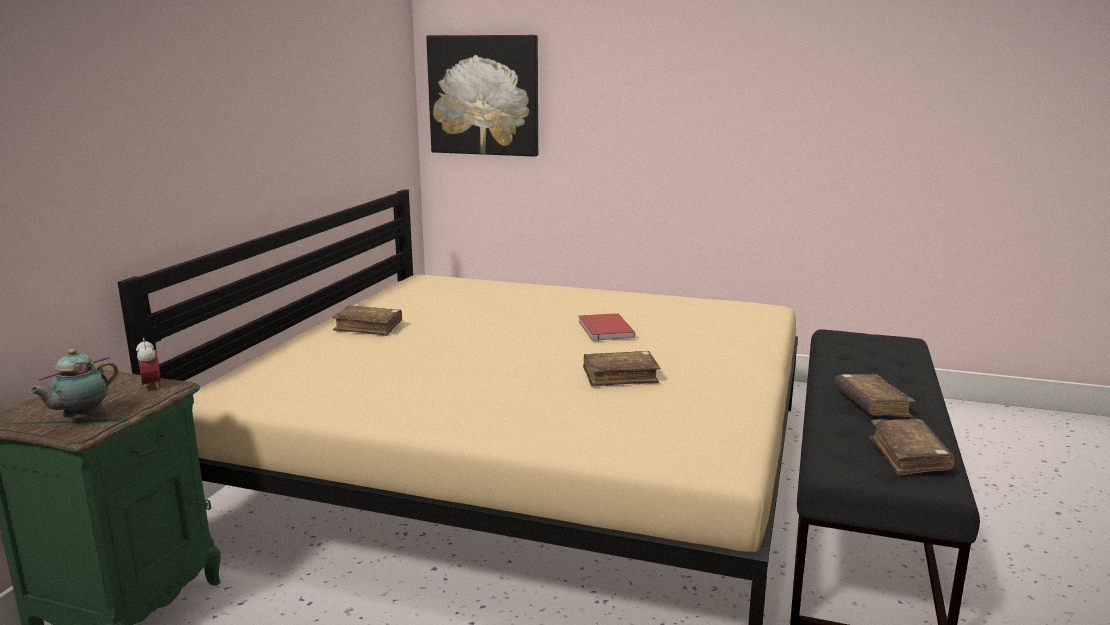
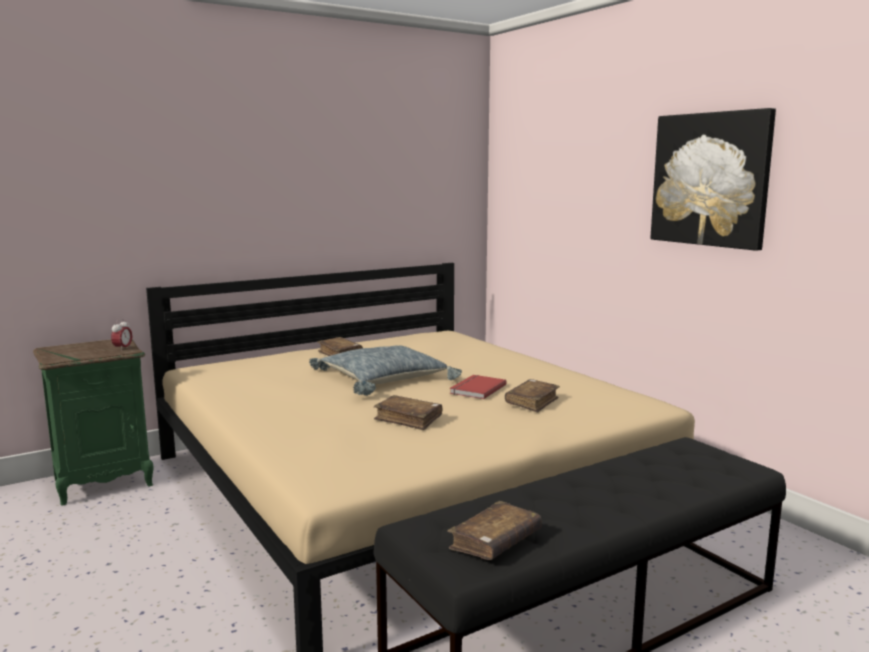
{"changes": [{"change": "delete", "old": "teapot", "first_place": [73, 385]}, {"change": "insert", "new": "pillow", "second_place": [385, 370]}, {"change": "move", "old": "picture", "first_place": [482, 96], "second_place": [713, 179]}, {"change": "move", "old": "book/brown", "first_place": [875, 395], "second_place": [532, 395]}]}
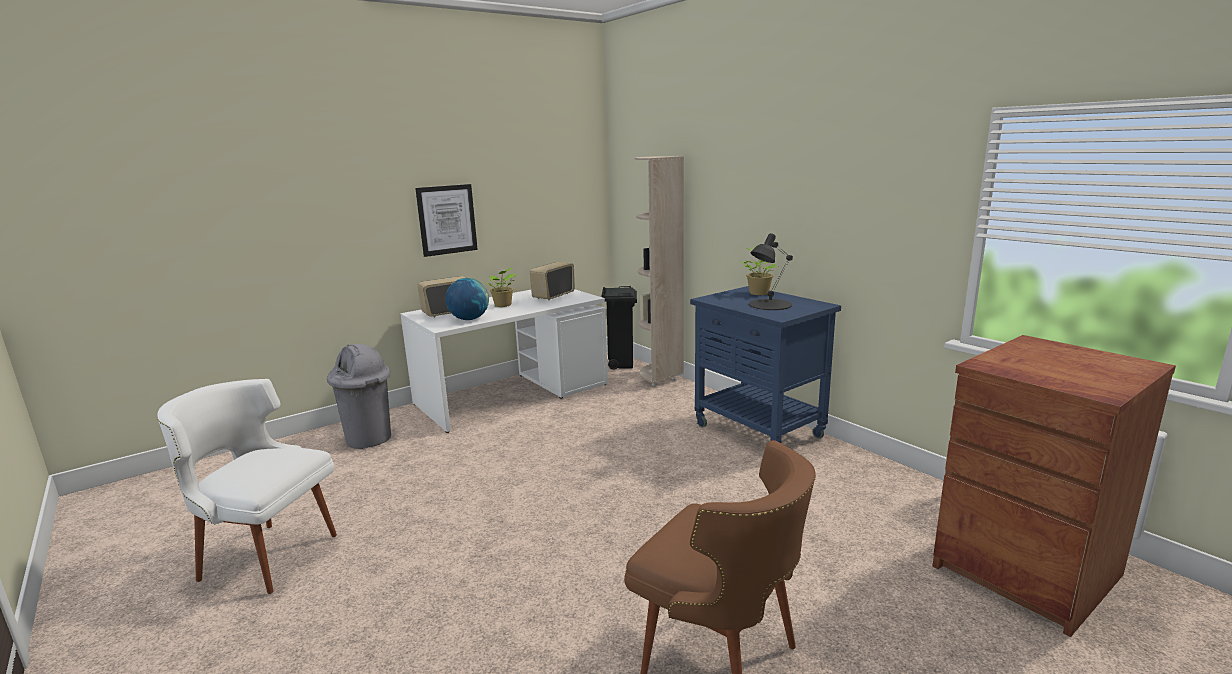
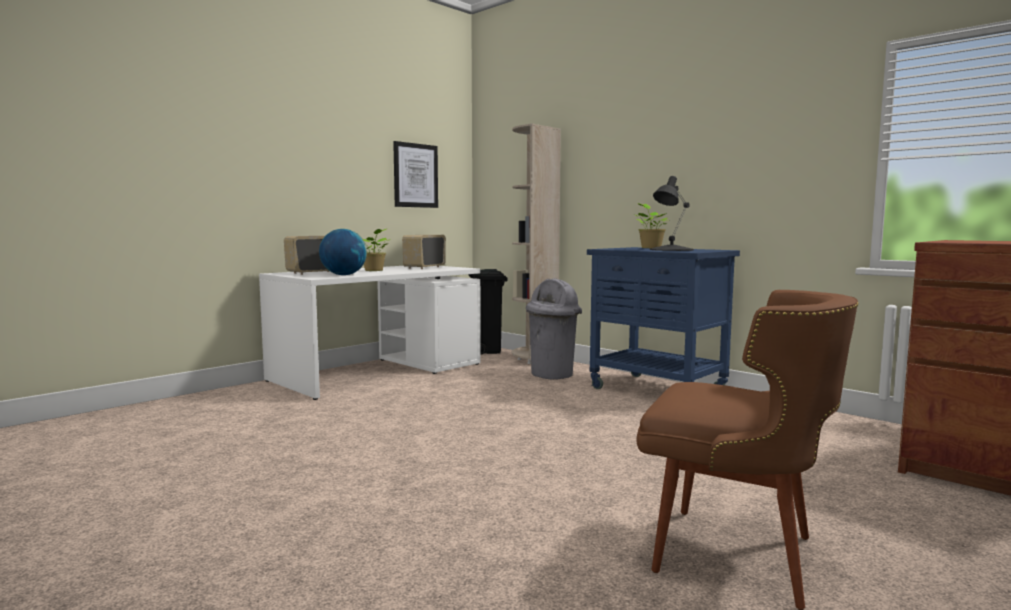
{"changes": [{"change": "delete", "old": "chair/white", "first_place": [247, 486]}, {"change": "move", "old": "trash can/grey", "first_place": [359, 396], "second_place": [554, 329]}, {"change": "move", "old": "picture", "first_place": [446, 220], "second_place": [415, 174]}]}
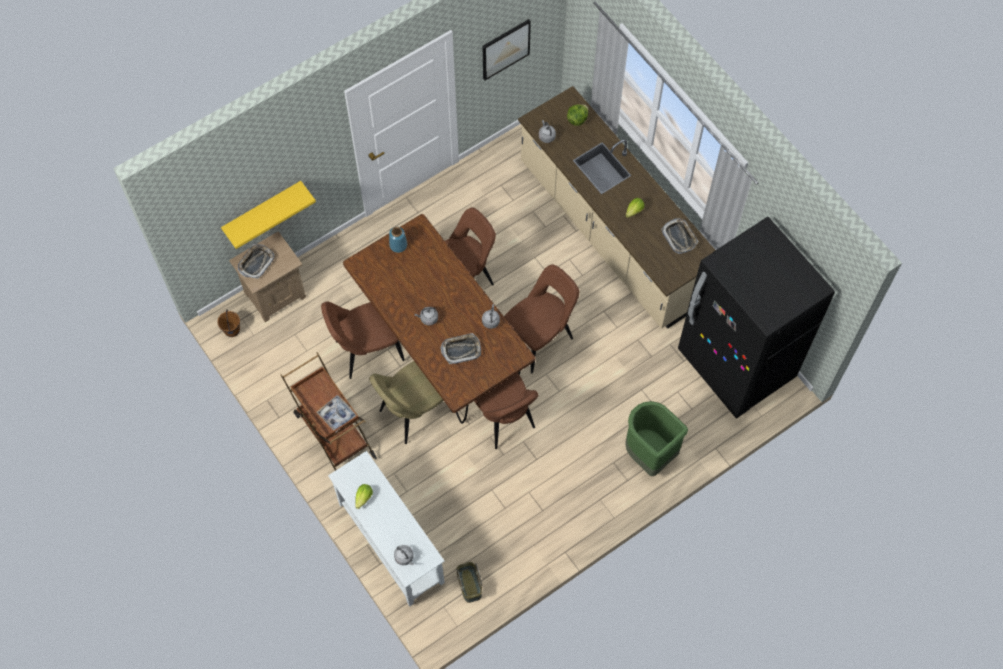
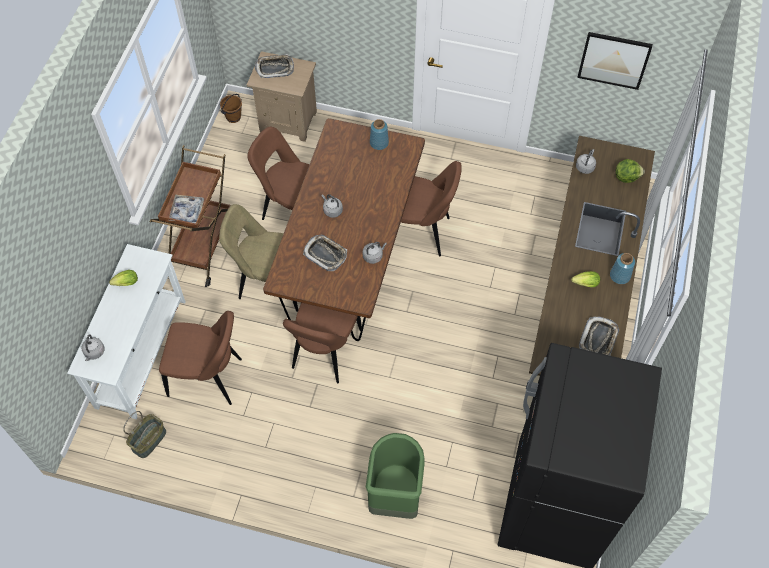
{"changes": [{"change": "delete", "old": "shelf/yellow", "first_place": [268, 215]}, {"change": "insert", "new": "vase/blue", "second_place": [622, 268]}, {"change": "move", "old": "chair/brown", "first_place": [541, 318], "second_place": [200, 358]}]}
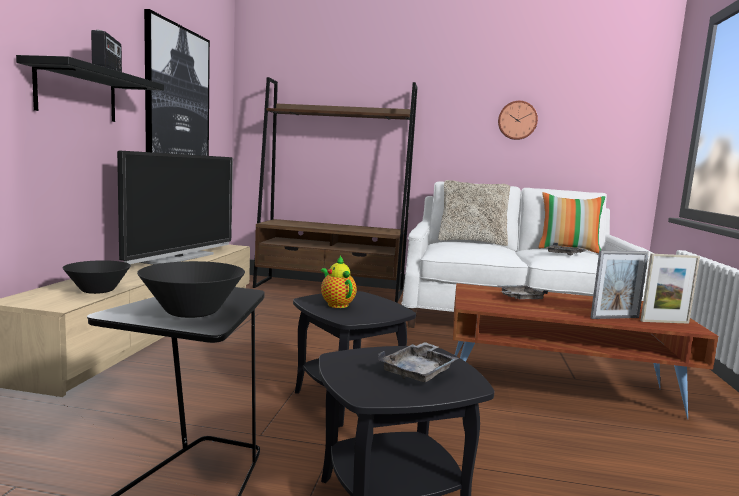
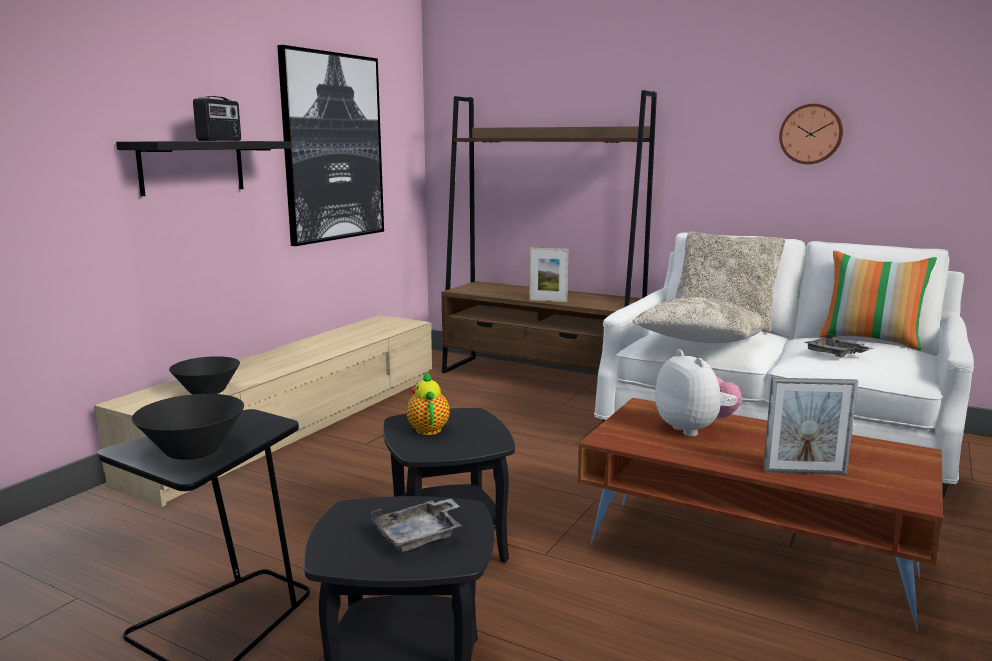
{"changes": [{"change": "delete", "old": "television", "first_place": [175, 207]}, {"change": "insert", "new": "pillow/beige", "second_place": [699, 320]}, {"change": "move", "old": "picture frame", "first_place": [670, 288], "second_place": [548, 275]}, {"change": "replace", "old": "tray/grey", "new": "plush toy", "first_place": [523, 292], "second_place": [698, 393]}]}
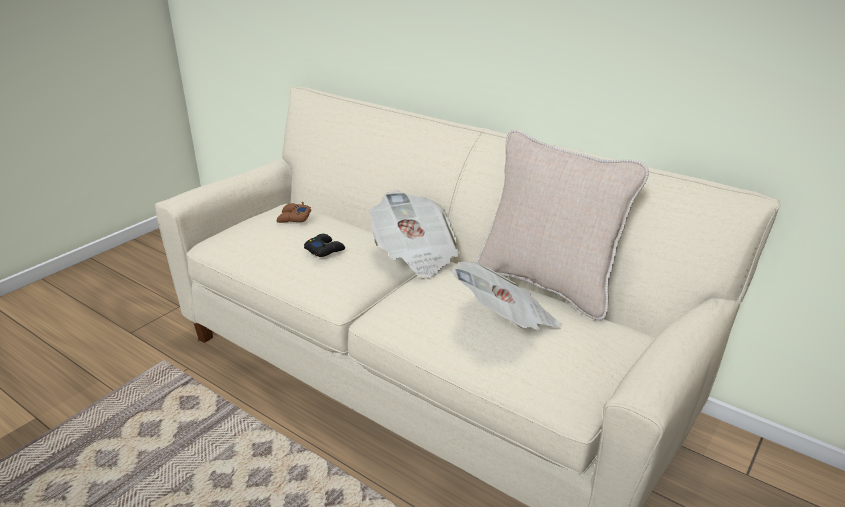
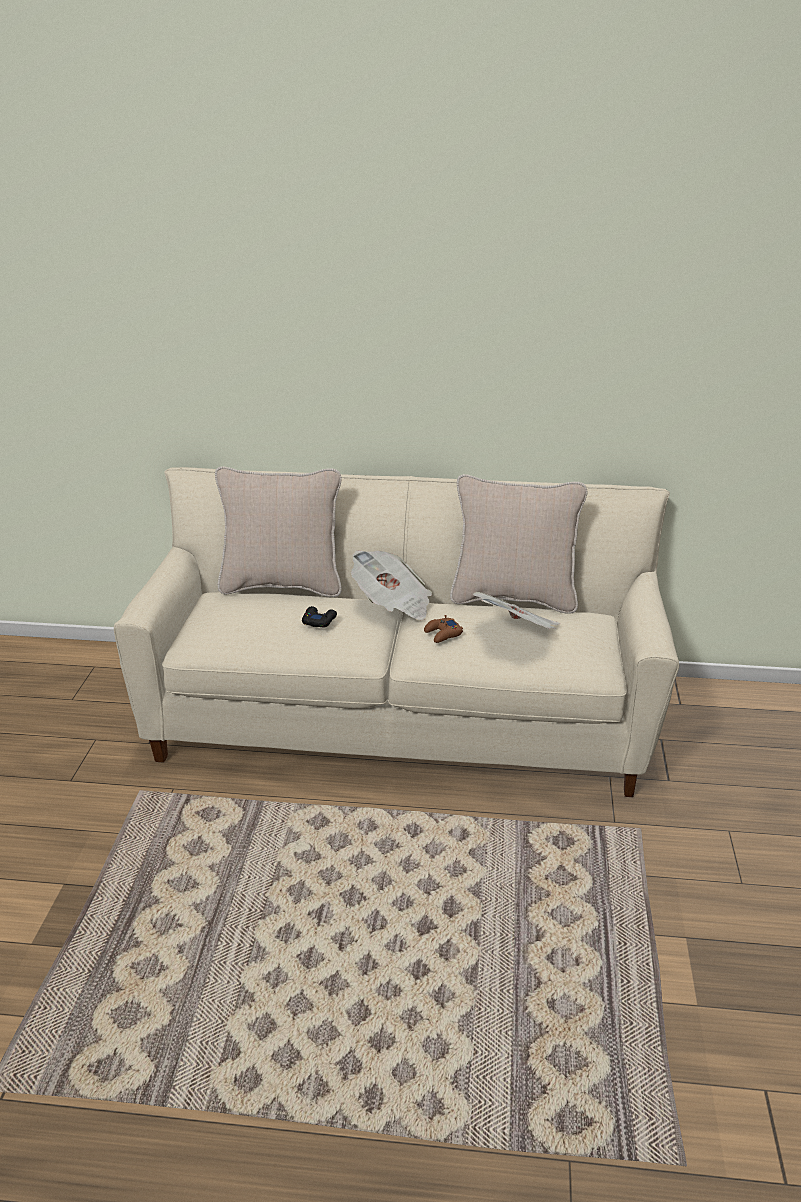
{"changes": [{"change": "insert", "new": "pillow/beige", "second_place": [278, 531]}, {"change": "move", "old": "game controller/brown", "first_place": [294, 212], "second_place": [443, 629]}]}
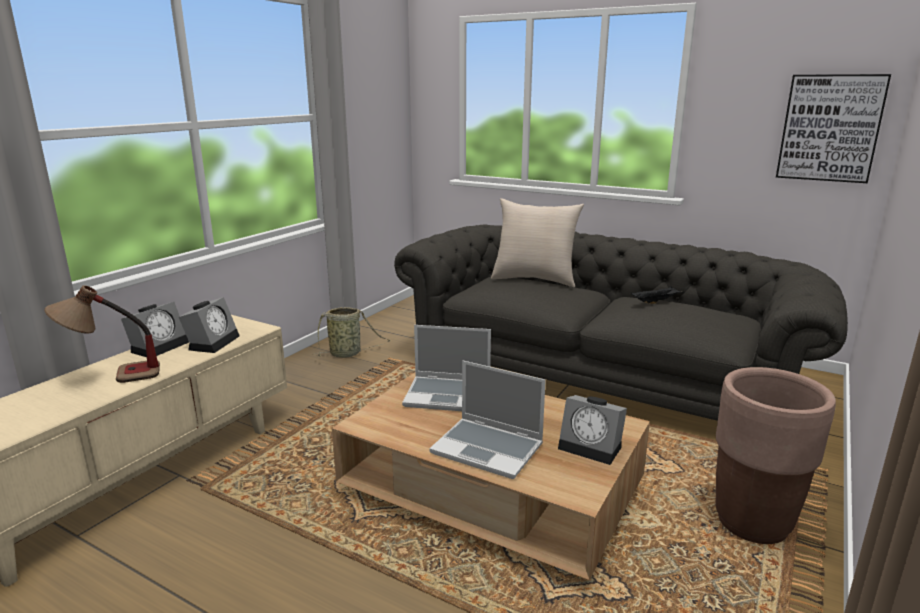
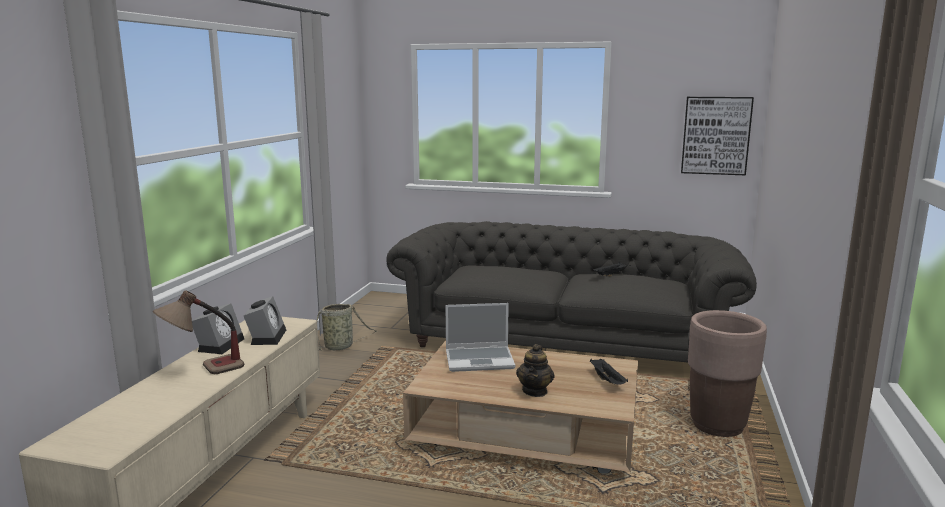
{"changes": [{"change": "delete", "old": "pillow/beige", "first_place": [537, 242]}, {"change": "replace", "old": "laptop", "new": "teapot", "first_place": [487, 420], "second_place": [535, 370]}, {"change": "replace", "old": "alarm clock", "new": "tray/black", "first_place": [592, 430], "second_place": [609, 372]}]}
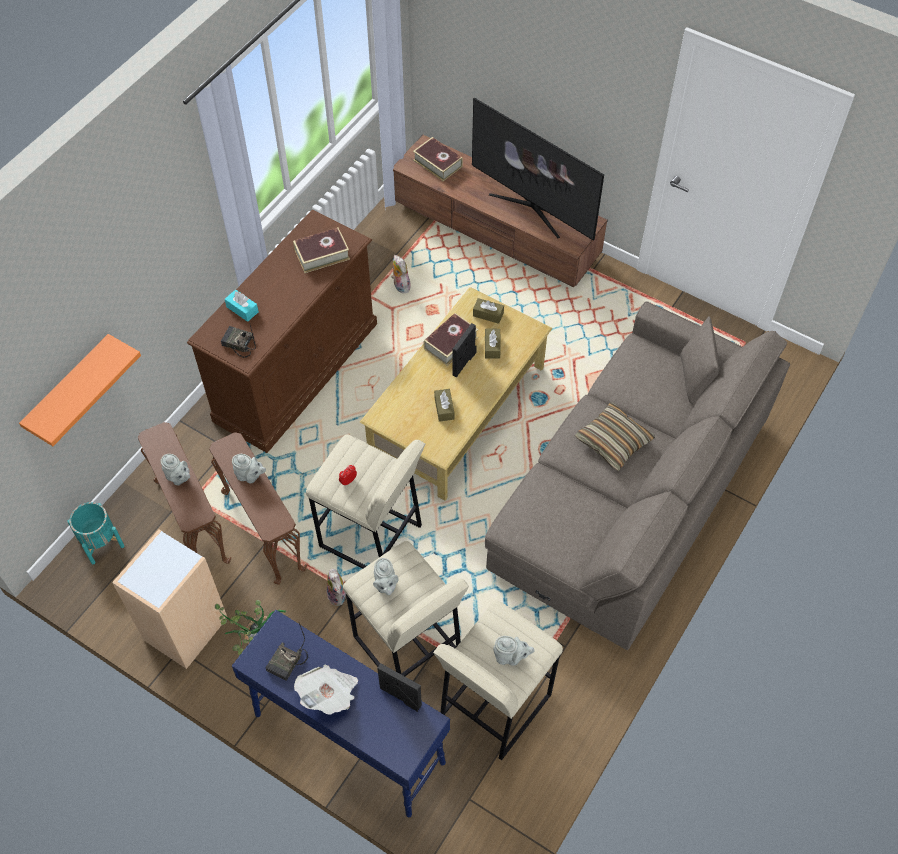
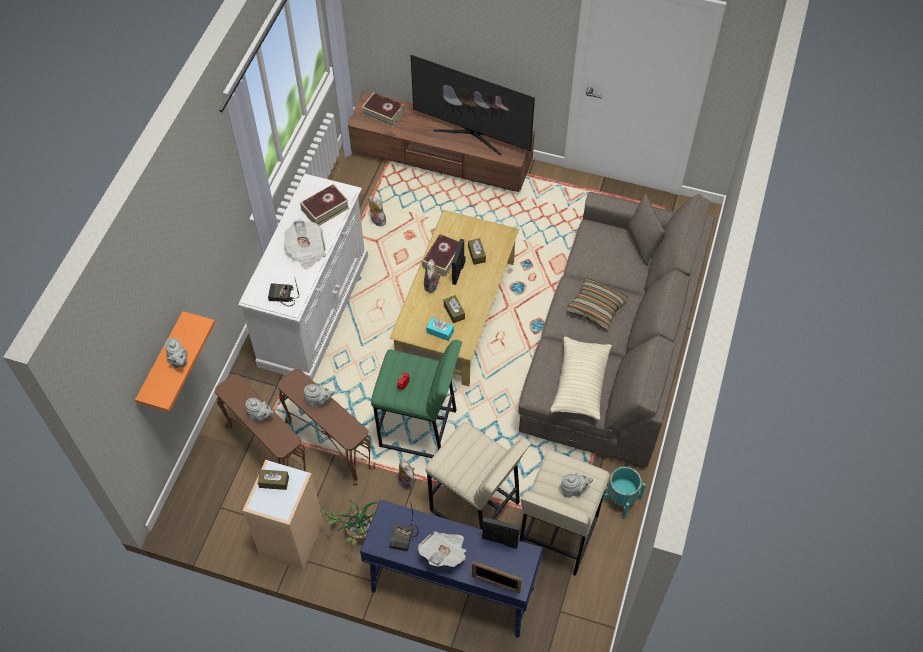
{"changes": [{"change": "insert", "new": "newspaper", "second_place": [305, 244]}, {"change": "insert", "new": "plush toy", "second_place": [432, 276]}, {"change": "insert", "new": "picture frame", "second_place": [497, 577]}, {"change": "insert", "new": "pillow/beige", "second_place": [581, 378]}, {"change": "move", "old": "planter/turquoise", "first_place": [95, 533], "second_place": [624, 492]}, {"change": "move", "old": "tissue box/turquoise", "first_place": [242, 306], "second_place": [440, 329]}, {"change": "move", "old": "teapot/grey", "first_place": [386, 576], "second_place": [176, 353]}, {"change": "move", "old": "tissue box/brown", "first_place": [488, 311], "second_place": [273, 479]}, {"change": "recolor", "old": "cabinet/brown", "new": "cabinet/white", "first_place": [282, 331], "second_place": [303, 277]}, {"change": "recolor", "old": "stool/beige", "new": "stool/green", "first_place": [366, 501], "second_place": [416, 399]}]}
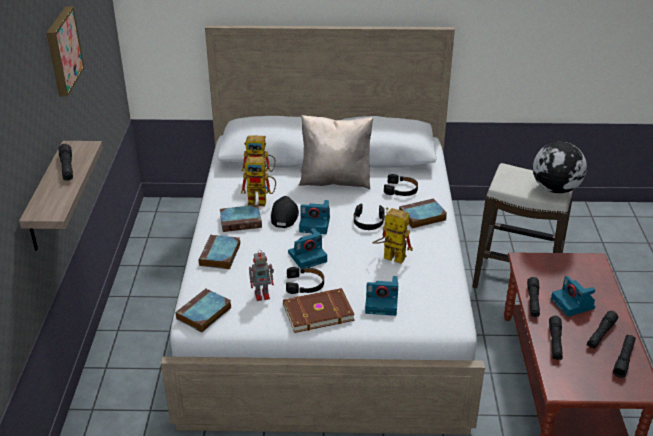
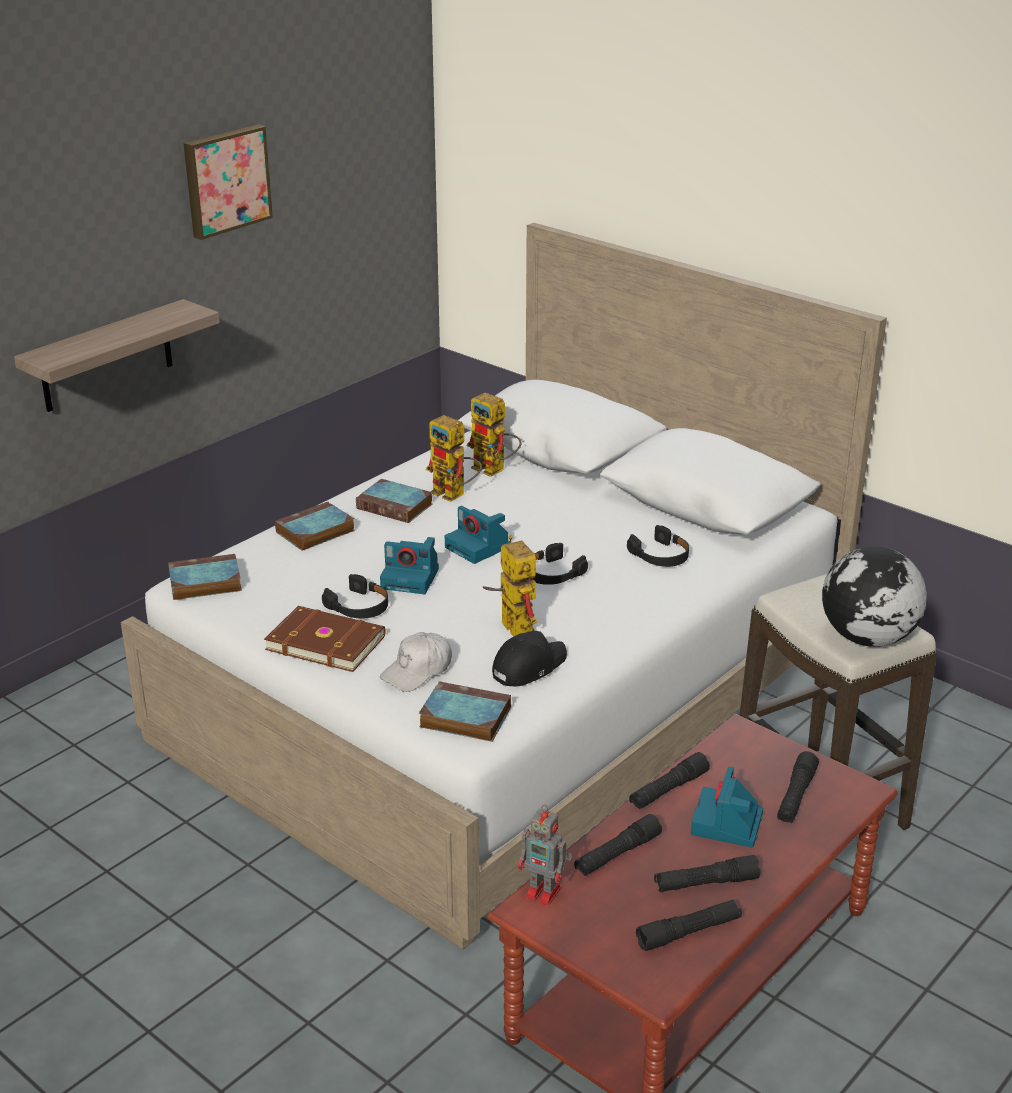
{"changes": [{"change": "delete", "old": "pillow/beige", "first_place": [336, 152]}, {"change": "move", "old": "flashlight/black", "first_place": [65, 162], "second_place": [798, 787]}, {"change": "move", "old": "toy robot", "first_place": [261, 275], "second_place": [544, 855]}, {"change": "move", "old": "cap/black", "first_place": [285, 212], "second_place": [529, 658]}, {"change": "move", "old": "book", "first_place": [423, 213], "second_place": [465, 711]}, {"change": "replace", "old": "photo camera", "new": "cap/white", "first_place": [381, 296], "second_place": [416, 662]}]}
